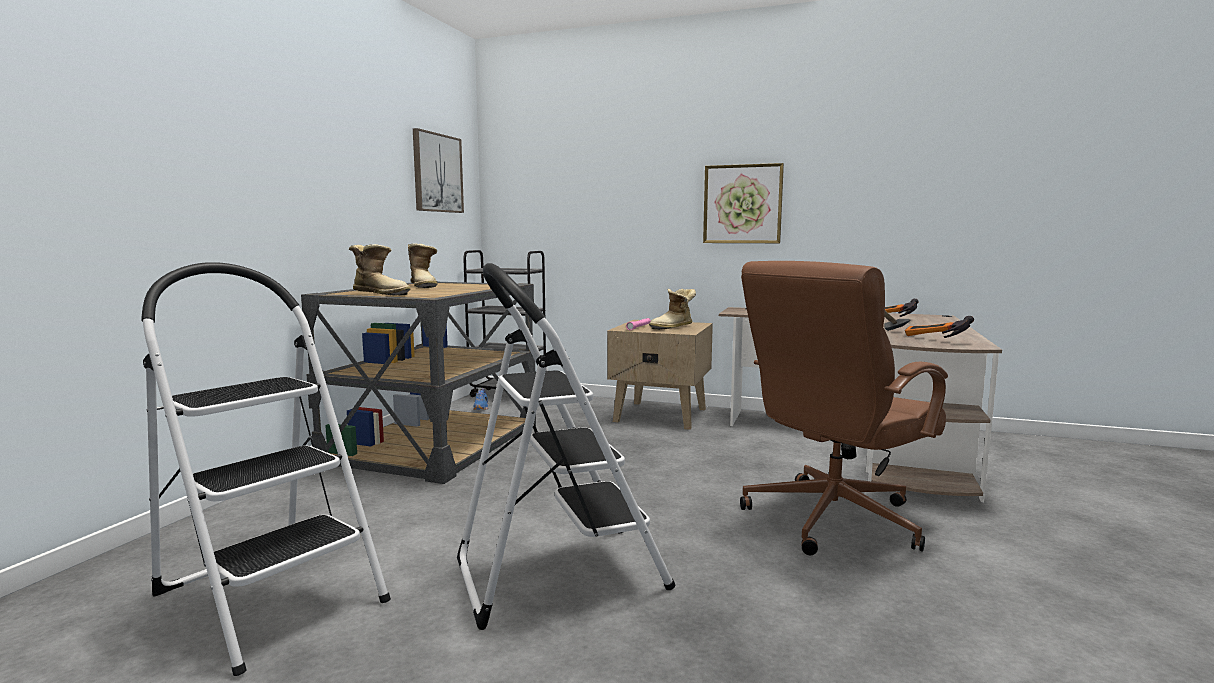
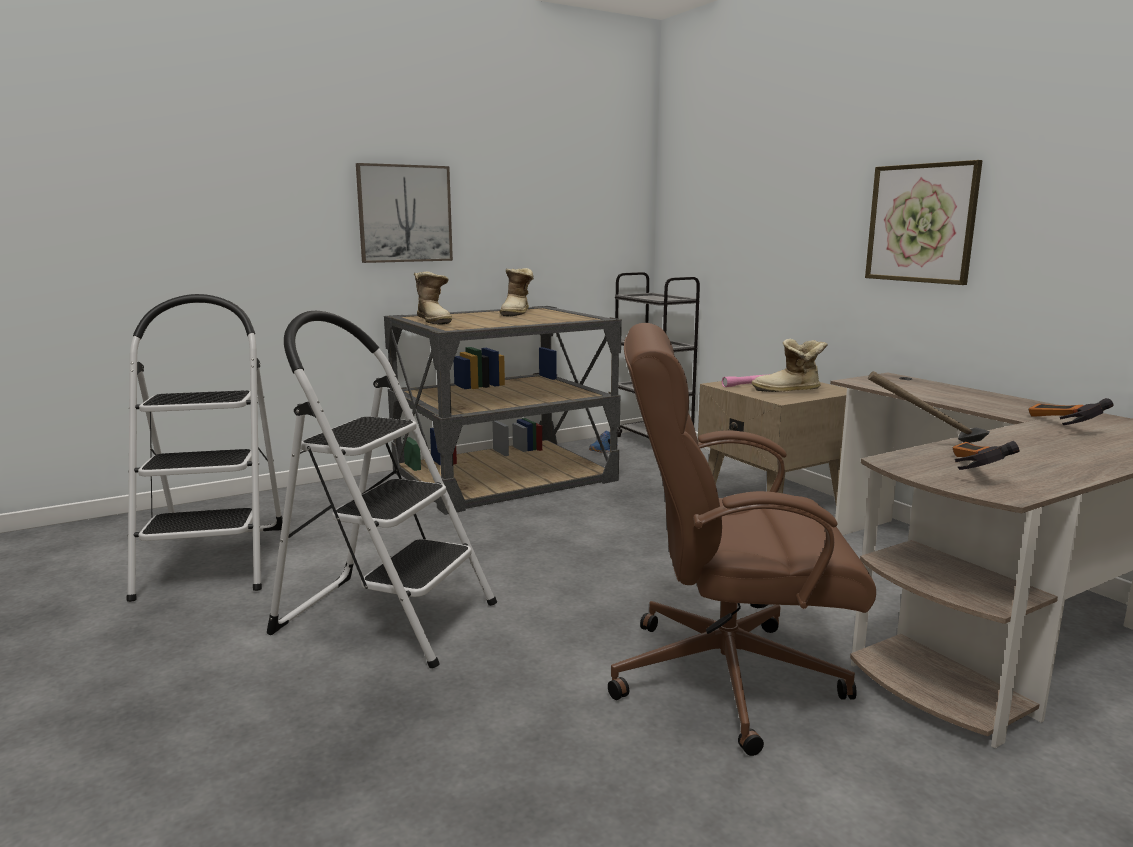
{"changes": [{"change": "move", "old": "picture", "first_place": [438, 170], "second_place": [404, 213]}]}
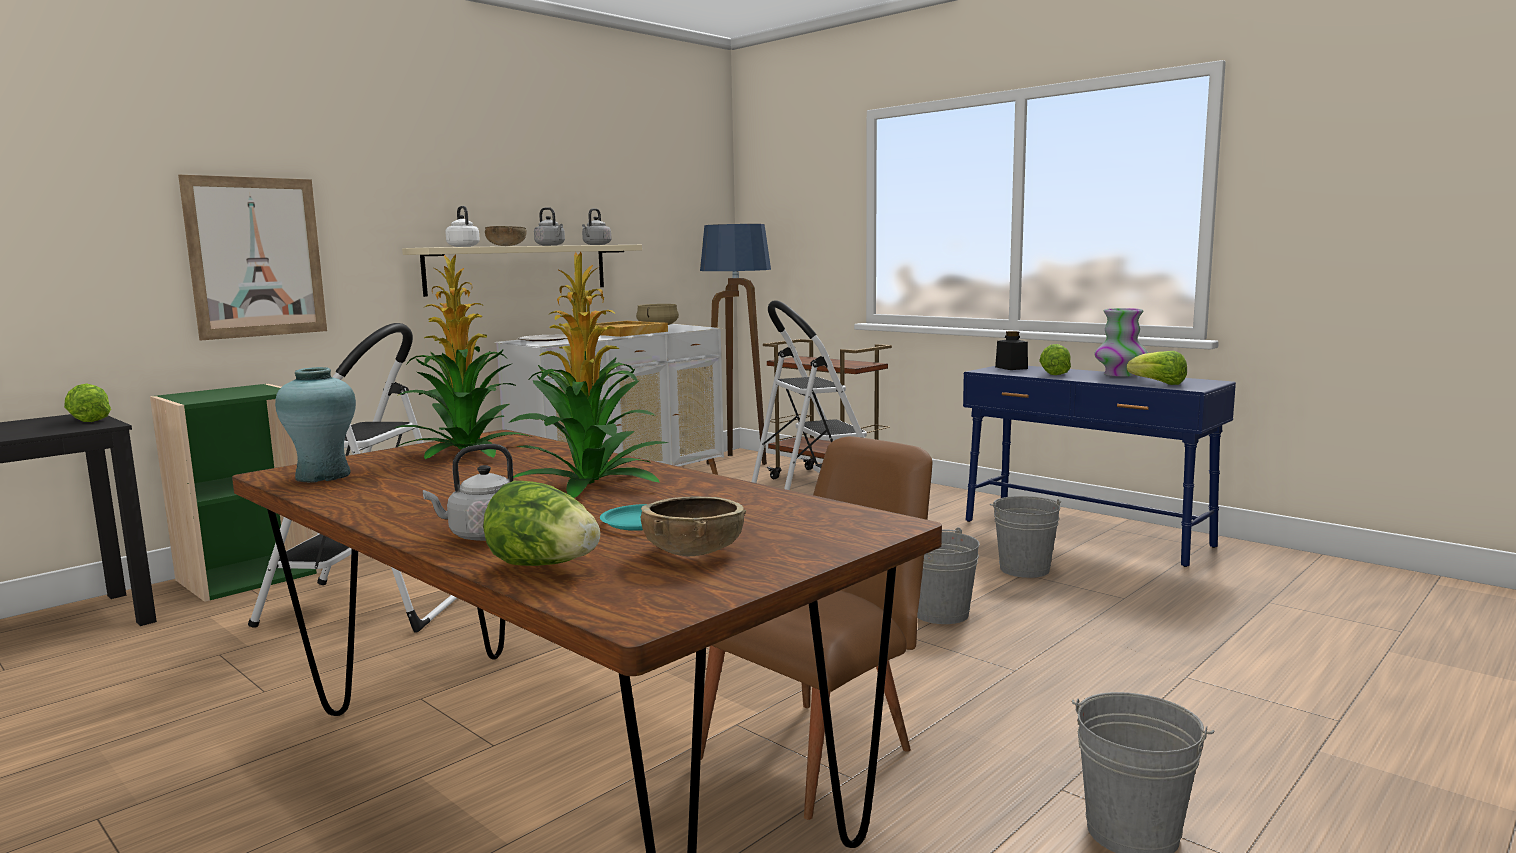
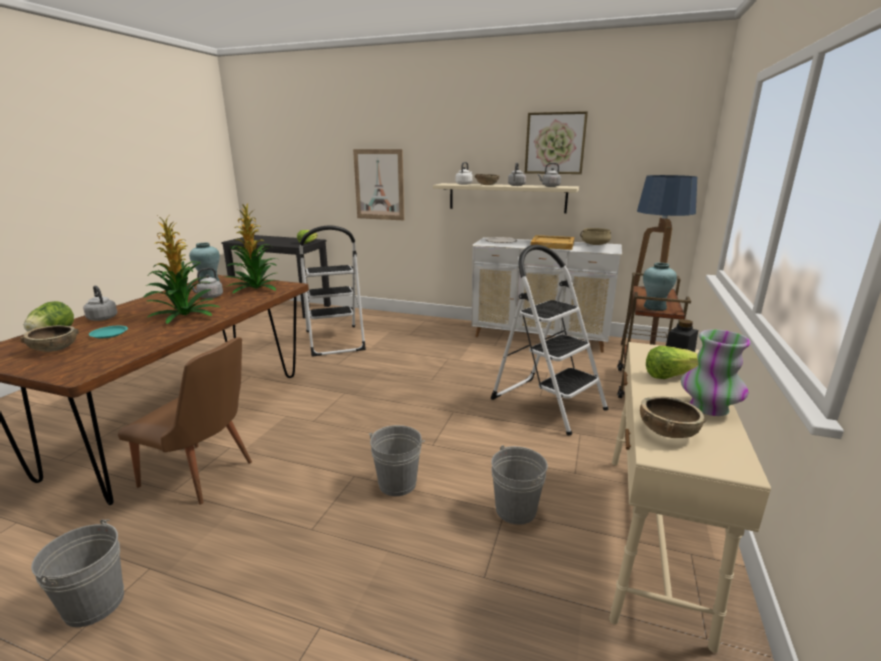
{"changes": [{"change": "delete", "old": "bookcase/green", "first_place": [235, 493]}, {"change": "insert", "new": "kettle/grey", "second_place": [206, 283]}, {"change": "insert", "new": "picture", "second_place": [556, 142]}, {"change": "insert", "new": "vase/turquoise", "second_place": [660, 287]}, {"change": "replace", "old": "lettuce", "new": "bowl/brown", "first_place": [1157, 368], "second_place": [673, 417]}, {"change": "recolor", "old": "console table/blue", "new": "console table/beige", "first_place": [1099, 466], "second_place": [690, 497]}]}
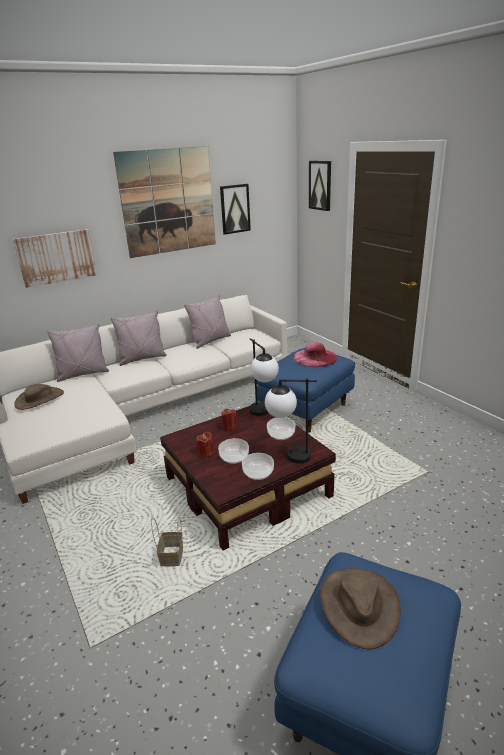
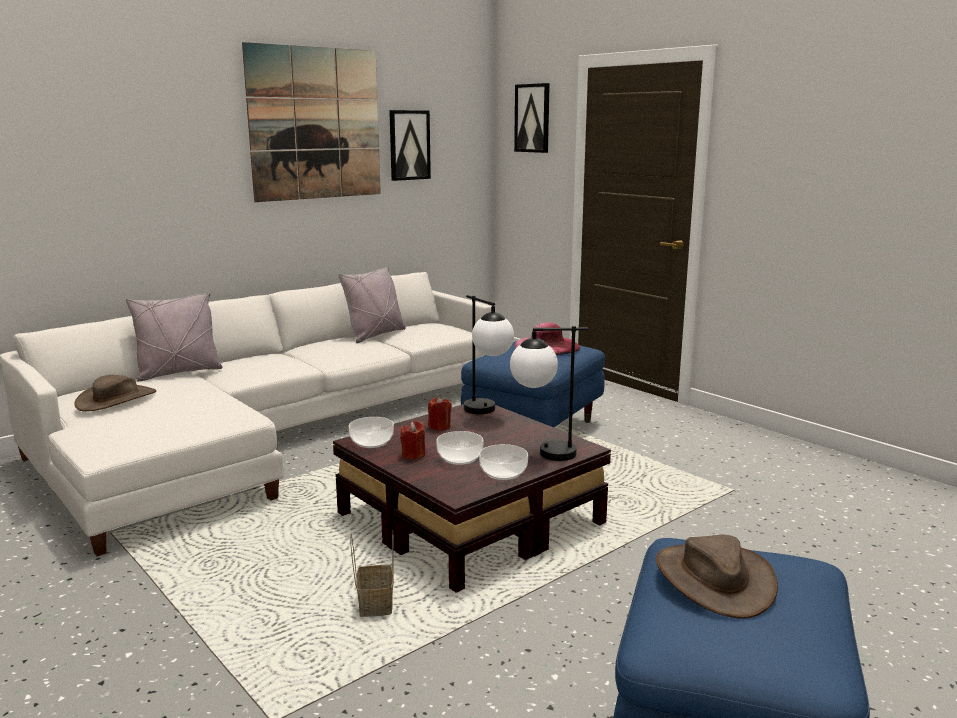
{"changes": [{"change": "delete", "old": "picture", "first_place": [55, 258]}, {"change": "delete", "old": "pillow/purple", "first_place": [139, 338]}, {"change": "move", "old": "bowl", "first_place": [281, 428], "second_place": [371, 432]}]}
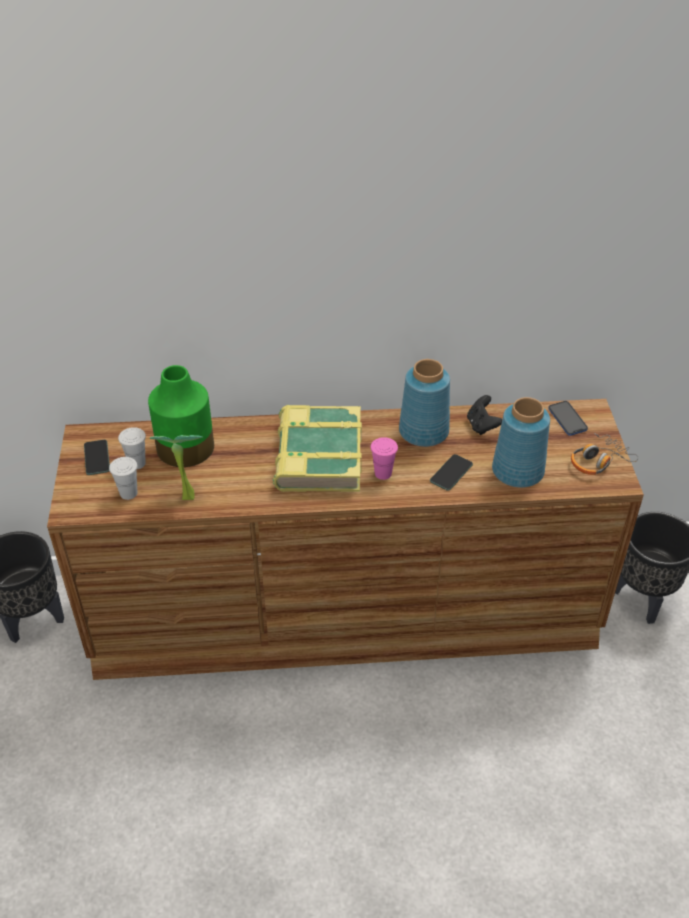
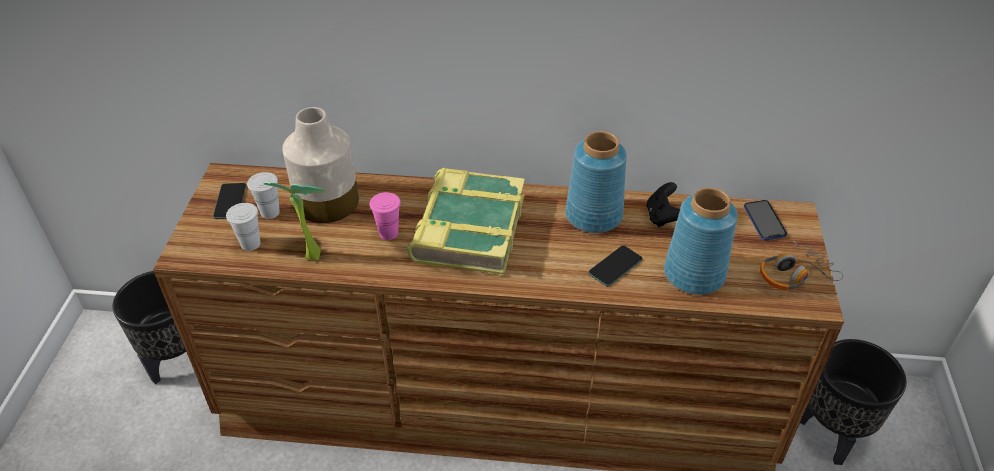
{"changes": [{"change": "move", "old": "cup/pink", "first_place": [384, 458], "second_place": [385, 216]}, {"change": "recolor", "old": "vase/green", "new": "vase/beige", "first_place": [181, 416], "second_place": [320, 165]}]}
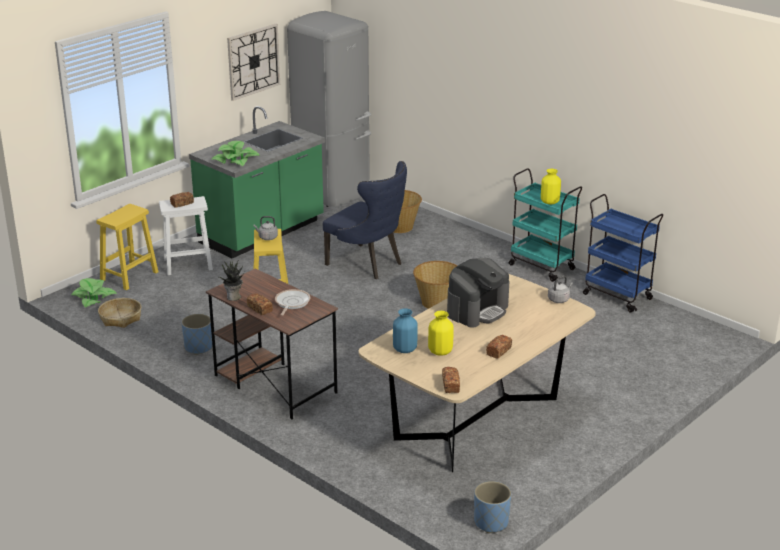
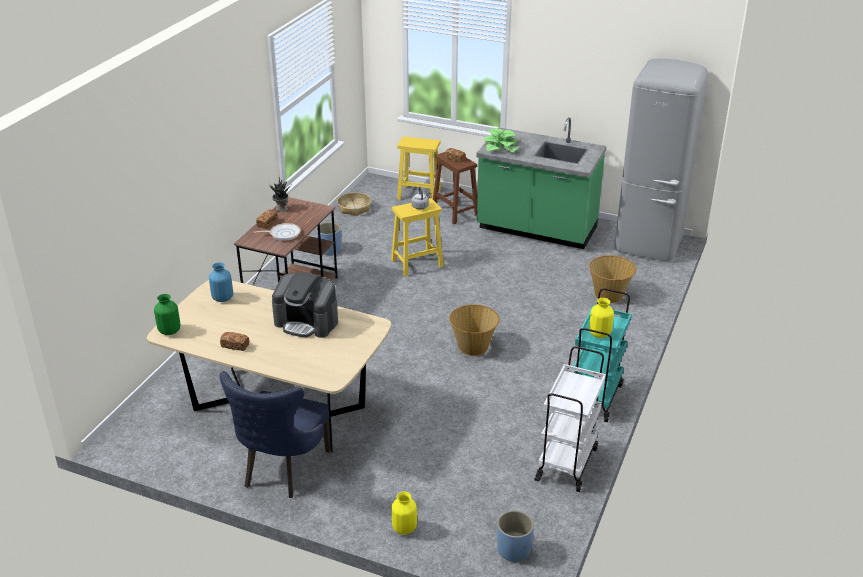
{"changes": [{"change": "delete", "old": "potted plant", "first_place": [94, 293]}, {"change": "delete", "old": "wall clock", "first_place": [253, 62]}, {"change": "delete", "old": "kettle/grey", "first_place": [560, 289]}, {"change": "move", "old": "chair/blue", "first_place": [365, 220], "second_place": [275, 434]}, {"change": "move", "old": "vase/yellow", "first_place": [441, 333], "second_place": [404, 513]}, {"change": "move", "old": "planter/blue", "first_place": [492, 507], "second_place": [515, 536]}, {"change": "replace", "old": "bread", "new": "vase/green", "first_place": [451, 380], "second_place": [167, 314]}, {"change": "recolor", "old": "stool/white", "new": "stool/brown", "first_place": [186, 235], "second_place": [455, 188]}, {"change": "recolor", "old": "cart/blue", "new": "cart/white", "first_place": [623, 253], "second_place": [570, 419]}]}
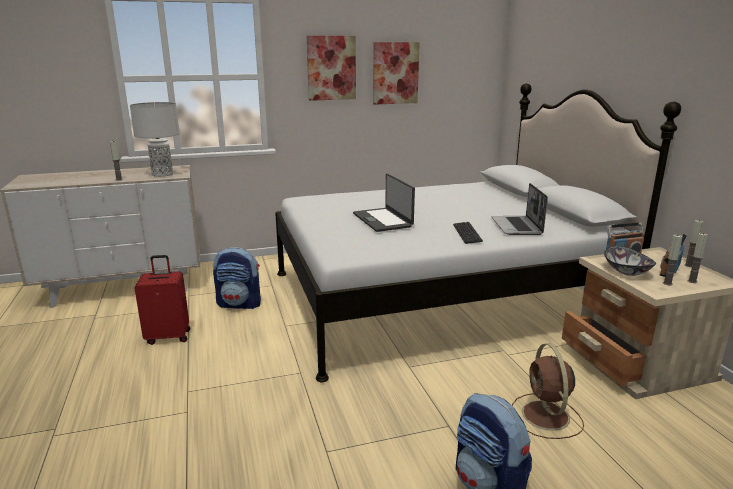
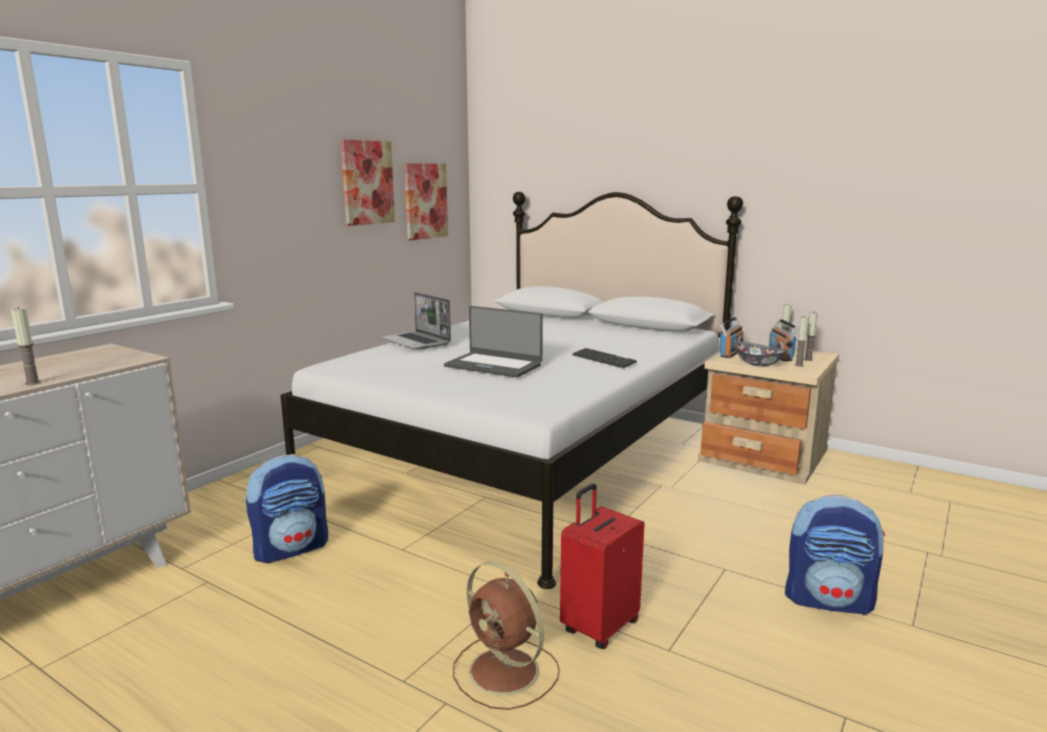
{"changes": [{"change": "delete", "old": "table lamp/white", "first_place": [155, 139]}, {"change": "move", "old": "suitcase/red", "first_place": [162, 300], "second_place": [602, 566]}, {"change": "move", "old": "picture", "first_place": [331, 68], "second_place": [426, 202]}, {"change": "move", "old": "laptop", "first_place": [519, 209], "second_place": [416, 321]}, {"change": "move", "old": "fan/brown", "first_place": [548, 391], "second_place": [506, 635]}]}
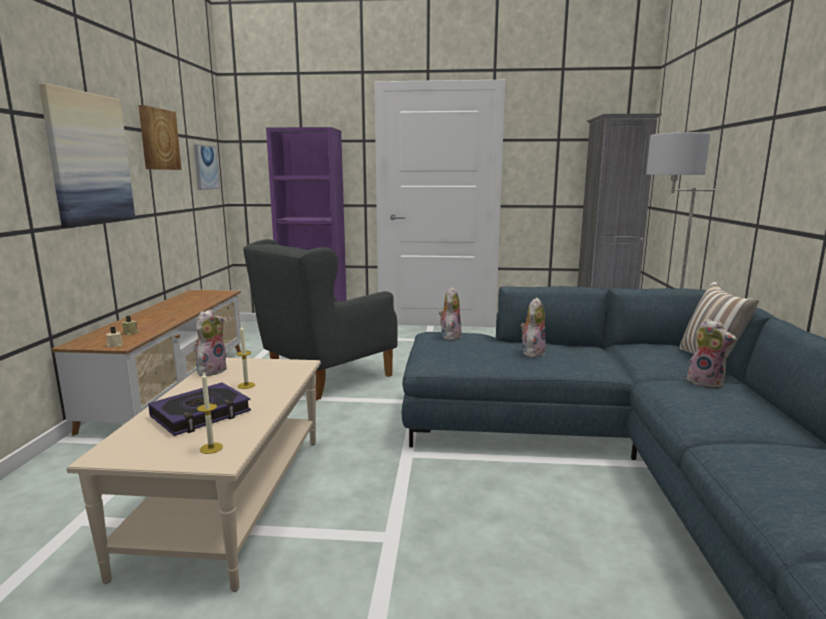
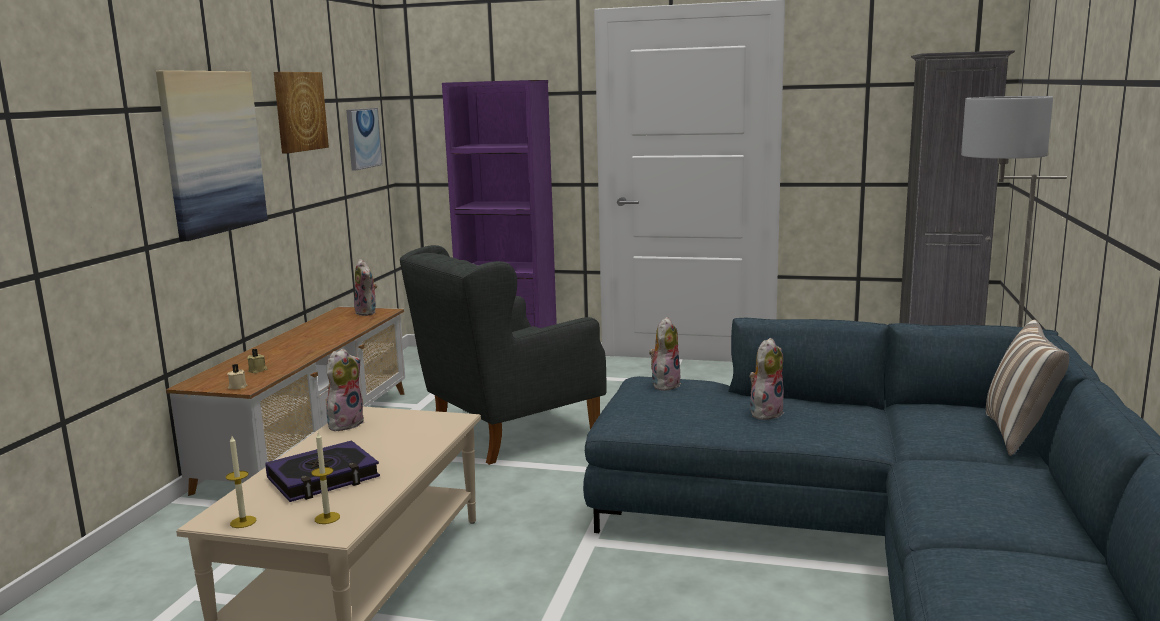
{"changes": [{"change": "move", "old": "candle", "first_place": [245, 357], "second_place": [241, 482]}, {"change": "move", "old": "plush toy", "first_place": [711, 353], "second_place": [365, 287]}]}
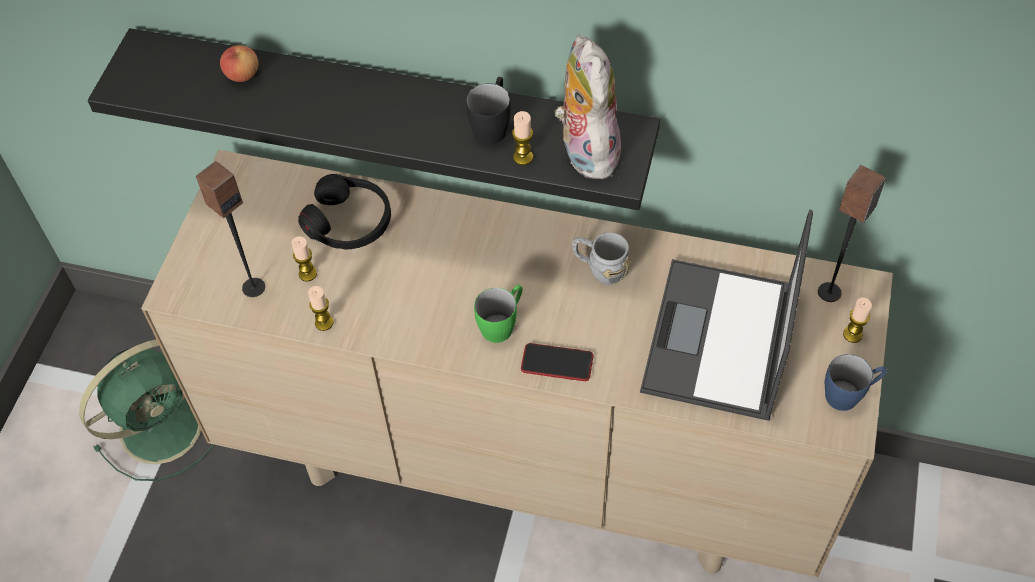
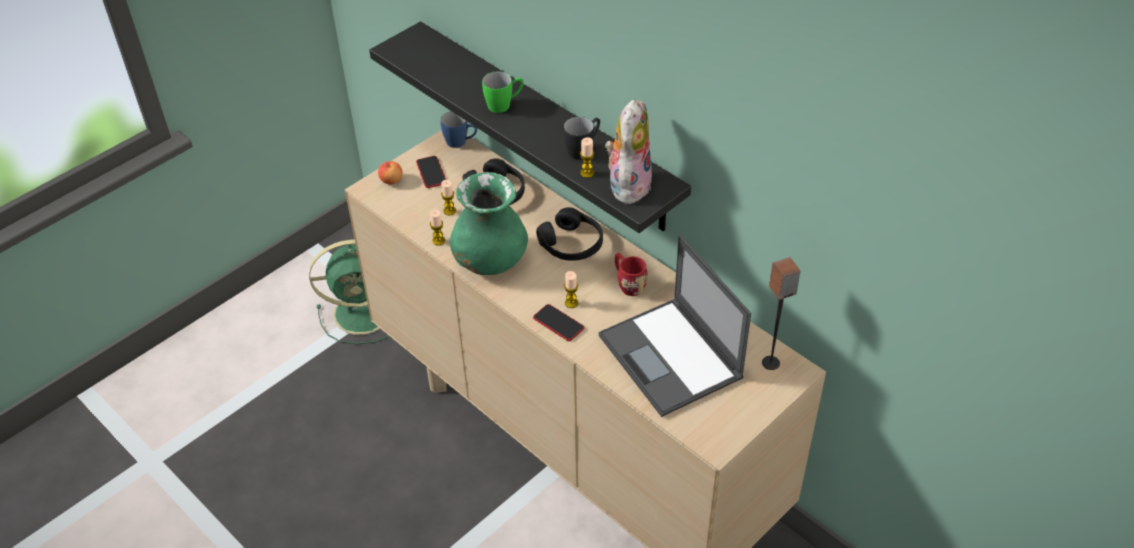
{"changes": [{"change": "delete", "old": "speaker", "first_place": [230, 229]}, {"change": "insert", "new": "phone", "second_place": [431, 172]}, {"change": "insert", "new": "vase/green", "second_place": [489, 223]}, {"change": "insert", "new": "headphones/black", "second_place": [569, 234]}, {"change": "move", "old": "apple", "first_place": [239, 63], "second_place": [390, 172]}, {"change": "move", "old": "mug/green", "first_place": [498, 314], "second_place": [503, 92]}, {"change": "move", "old": "mug/blue", "first_place": [856, 382], "second_place": [458, 129]}, {"change": "move", "old": "candle", "first_place": [857, 320], "second_place": [571, 289]}, {"change": "recolor", "old": "mug/grey", "new": "mug/red", "first_place": [601, 258], "second_place": [631, 274]}, {"change": "rotate", "old": "laptop", "first_place": [726, 315], "second_place": [675, 326], "degrees": -75}]}
